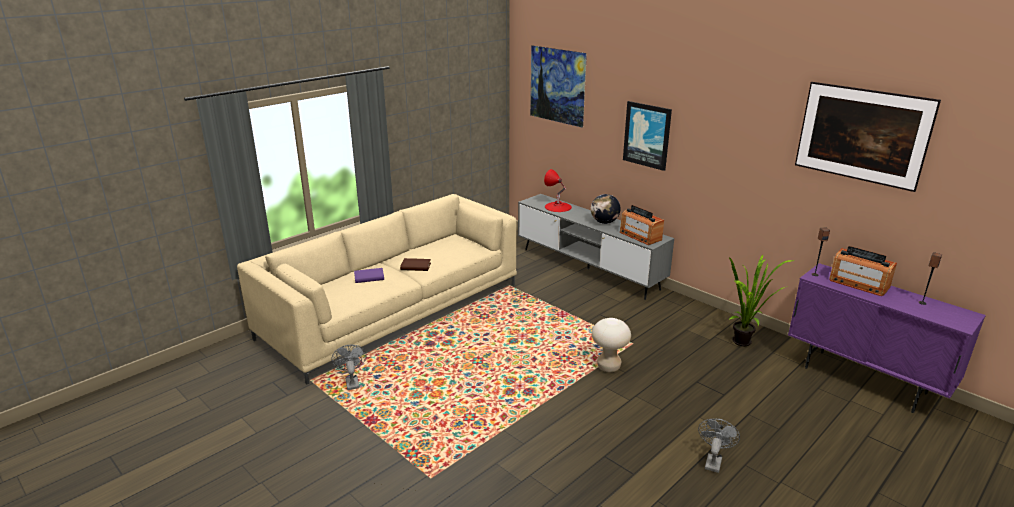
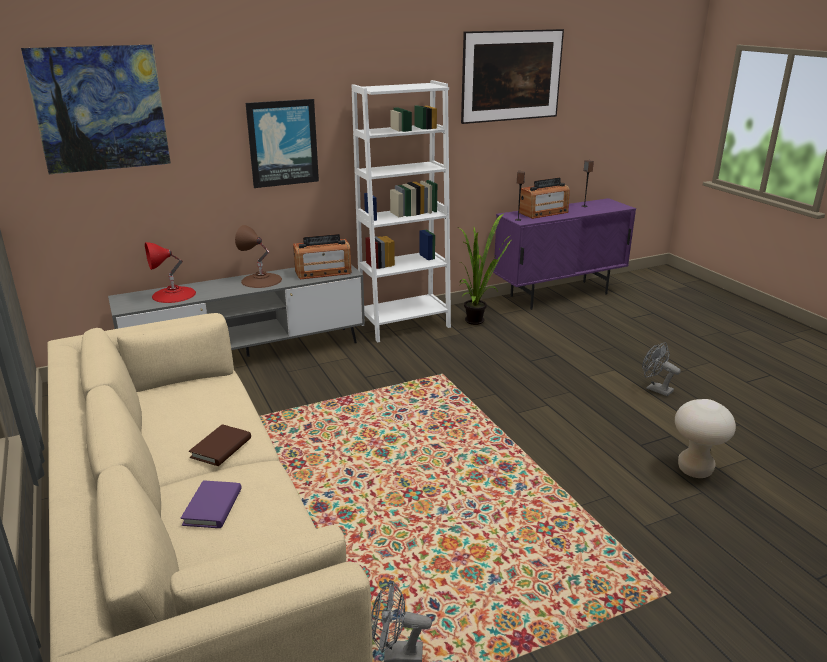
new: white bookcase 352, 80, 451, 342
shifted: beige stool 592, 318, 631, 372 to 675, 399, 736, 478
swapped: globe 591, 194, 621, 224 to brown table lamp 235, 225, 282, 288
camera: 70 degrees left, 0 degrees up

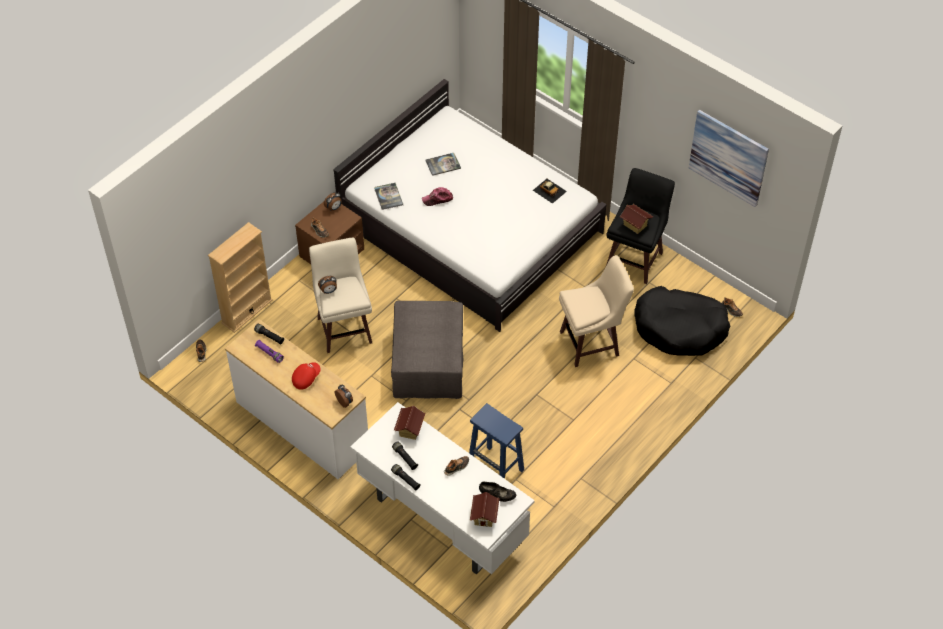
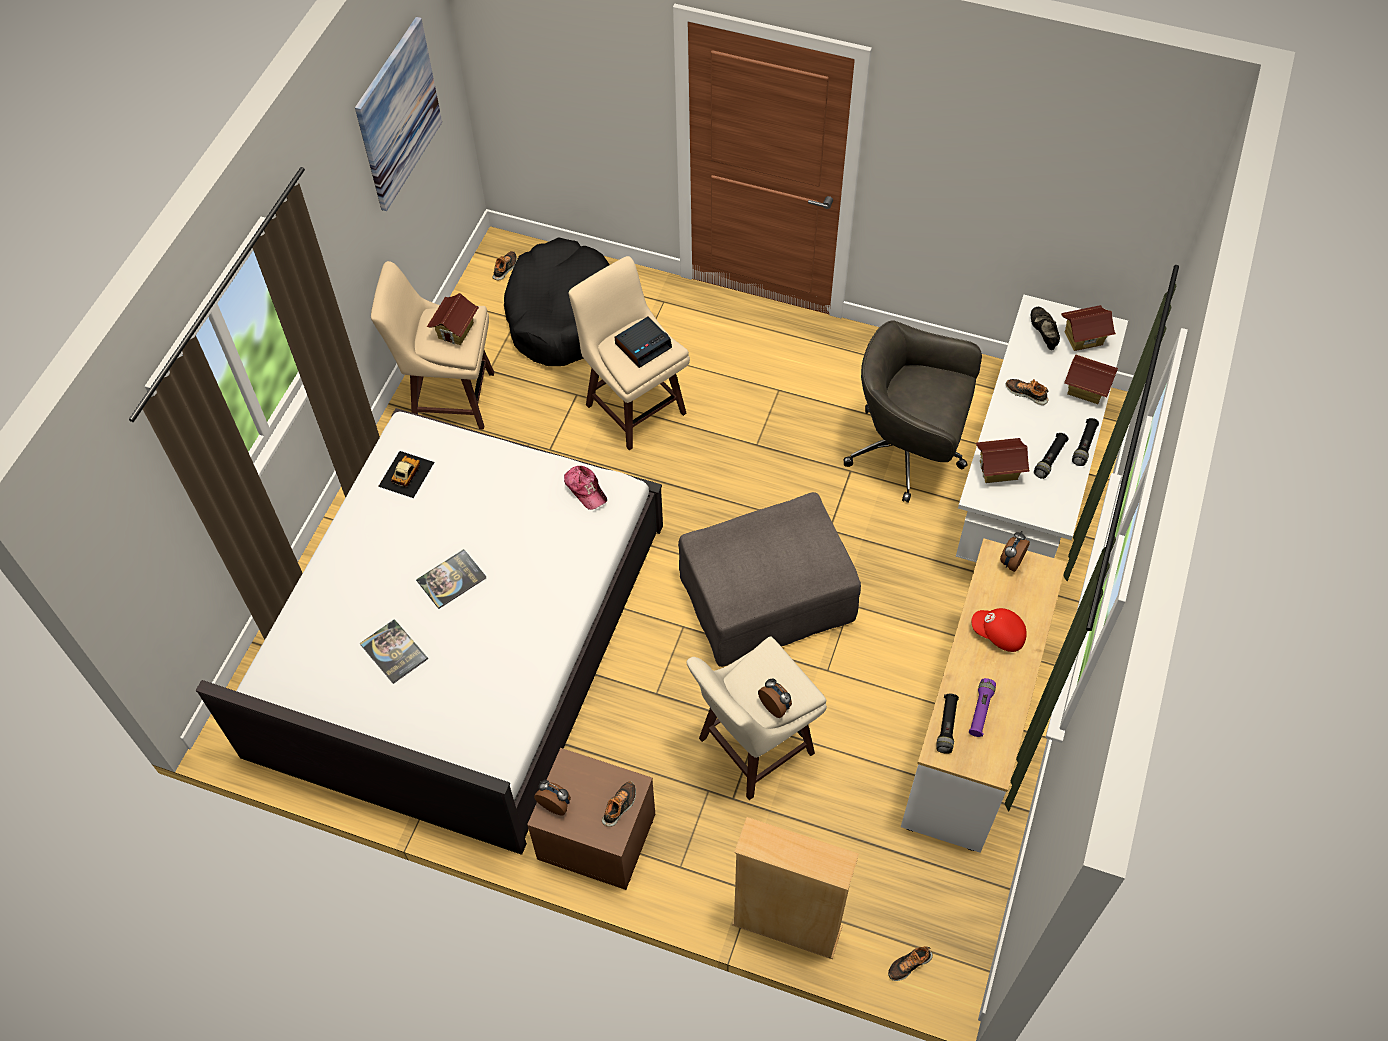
new: alarm clock 614, 317, 672, 368; toy house 1064, 354, 1118, 404
shifted: book 374, 183, 403, 210 to 416, 549, 486, 609; cap 422, 187, 453, 206 to 564, 466, 607, 510
swapped: blue stool 469, 403, 524, 479 to grey office chair 843, 320, 982, 503
repainted: black stool 606, 168, 675, 284 to beige stool 371, 261, 494, 429
camera: 110 degrees left, 5 degrees up

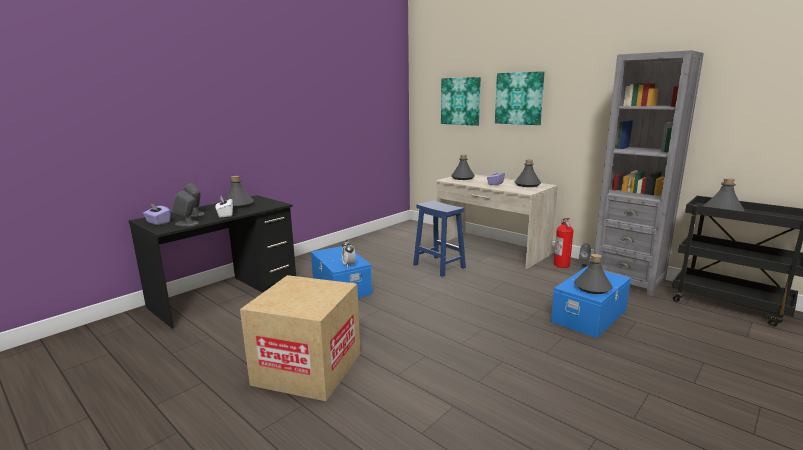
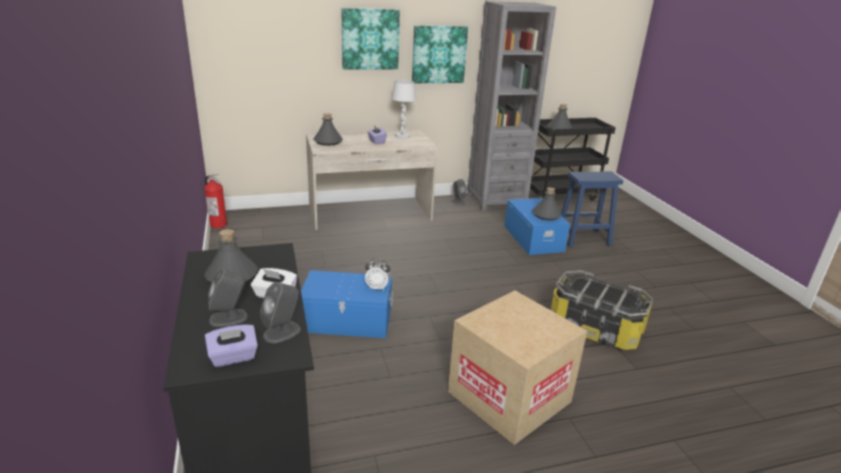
new: storage box 550, 270, 653, 350
shifted: fire extinguisher 554, 218, 573, 268 to 204, 174, 227, 228; picture 441, 77, 481, 126 to 412, 25, 468, 83; blue stool 413, 200, 466, 277 to 561, 171, 623, 247
swapped: grey bottle 515, 160, 541, 187 to white table lamp 392, 80, 416, 138
camera: 60 degrees left, 10 degrees up

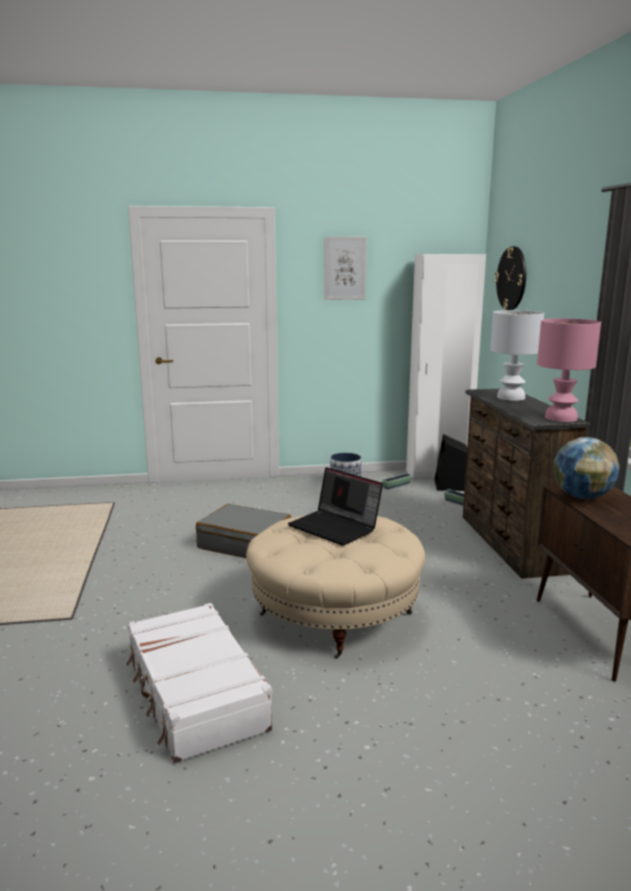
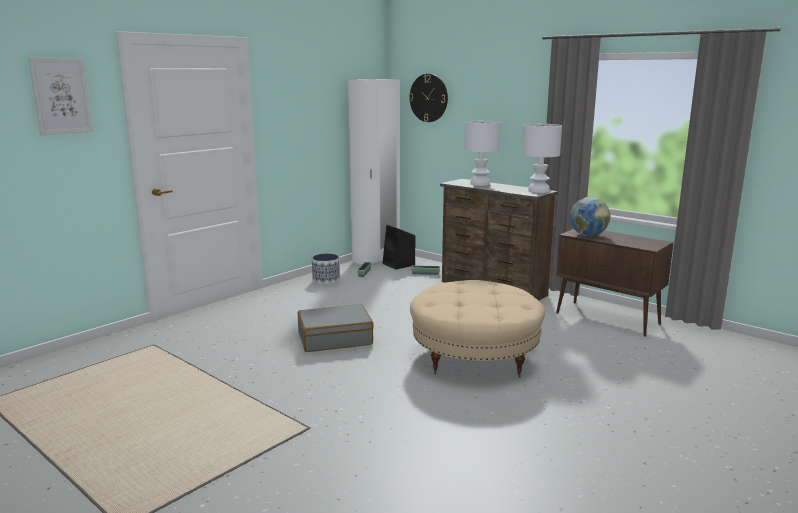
gone: white suitcase 126, 603, 273, 763; laptop 288, 467, 383, 546
shifted: picture 324, 236, 367, 300 to 28, 58, 93, 135
repainted: pink table lamp 537, 318, 601, 422 to white table lamp 522, 124, 562, 193
camera: 40 degrees left, 0 degrees up

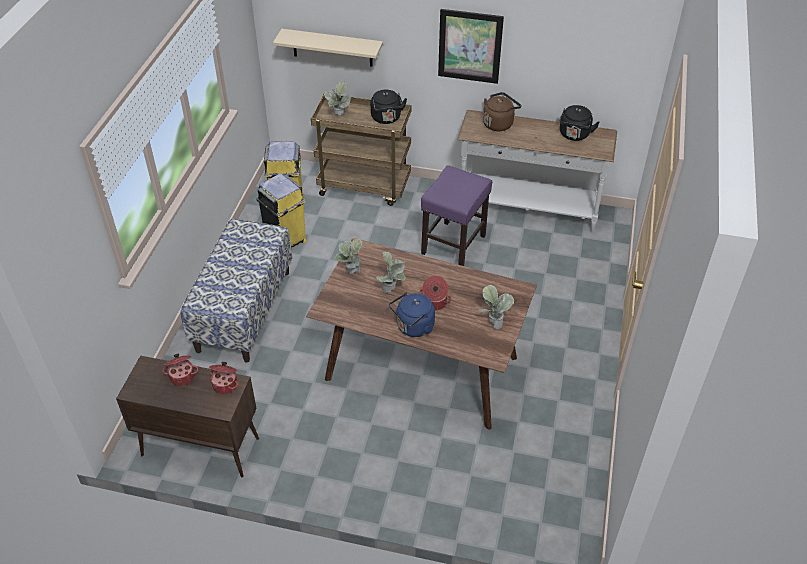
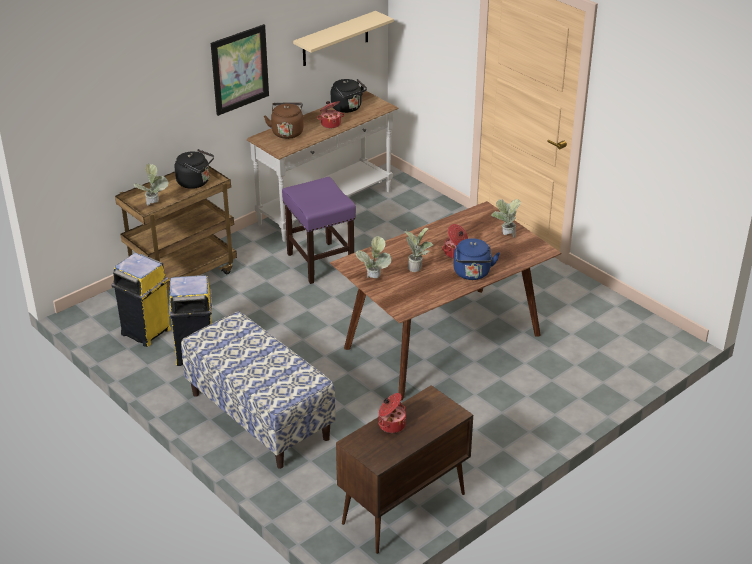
shifted: beige shelf 273, 29, 383, 67 to 293, 11, 394, 66; cooking pot 209, 362, 238, 394 to 317, 101, 344, 128
camera: 55 degrees left, 10 degrees down

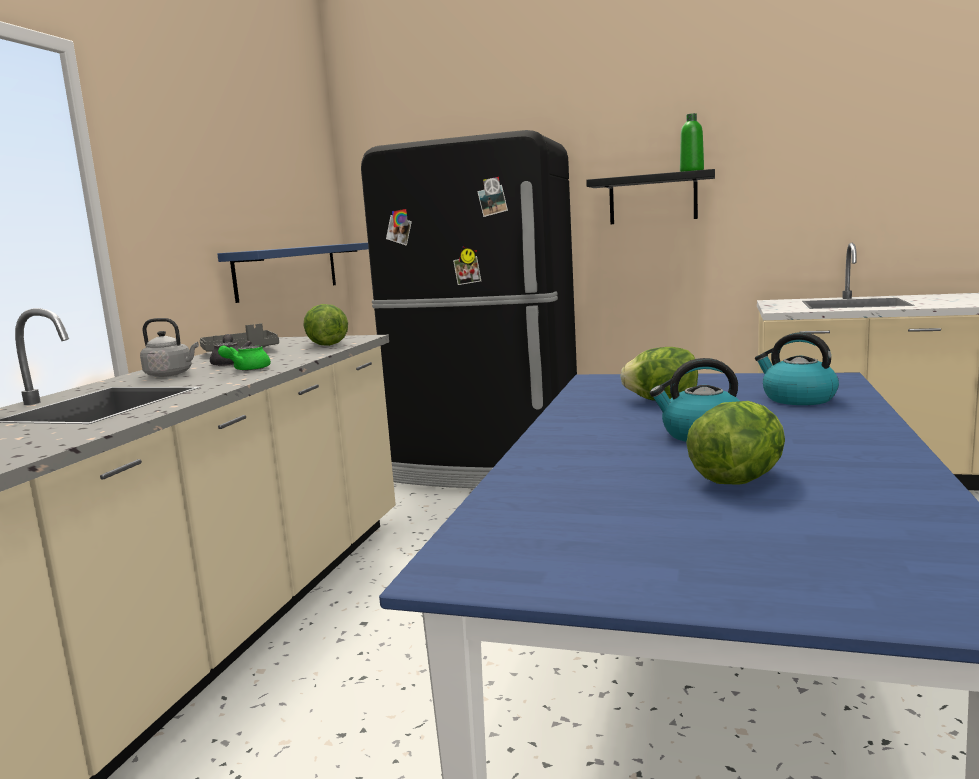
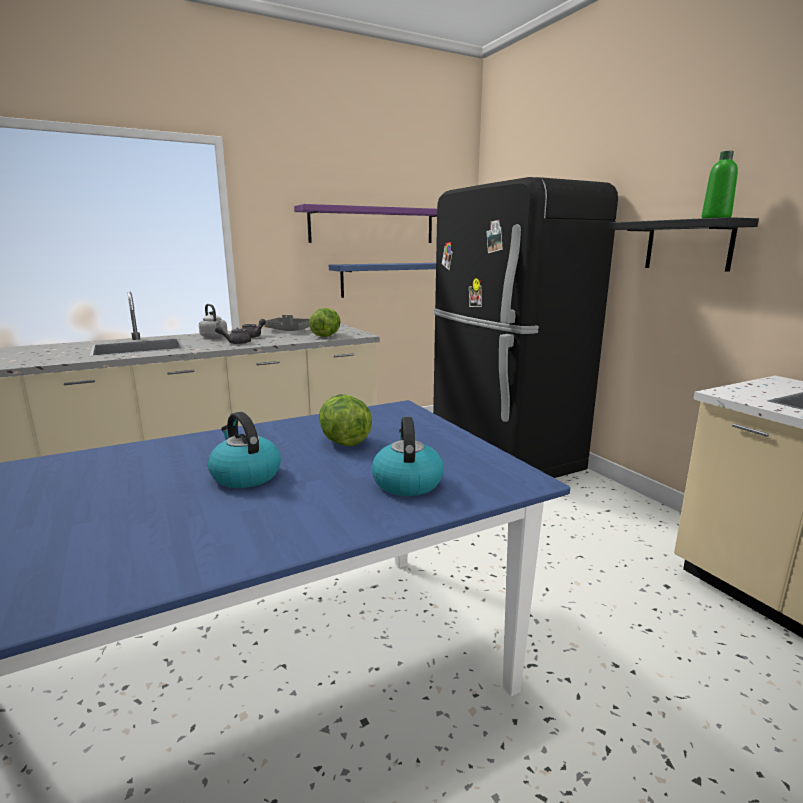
gone: lettuce 686, 401, 785, 485
new: purple shelf 294, 204, 437, 243
repainted: green teapot 218, 346, 271, 371 to grey teapot 215, 326, 251, 344
camera: 45 degrees right, 5 degrees up

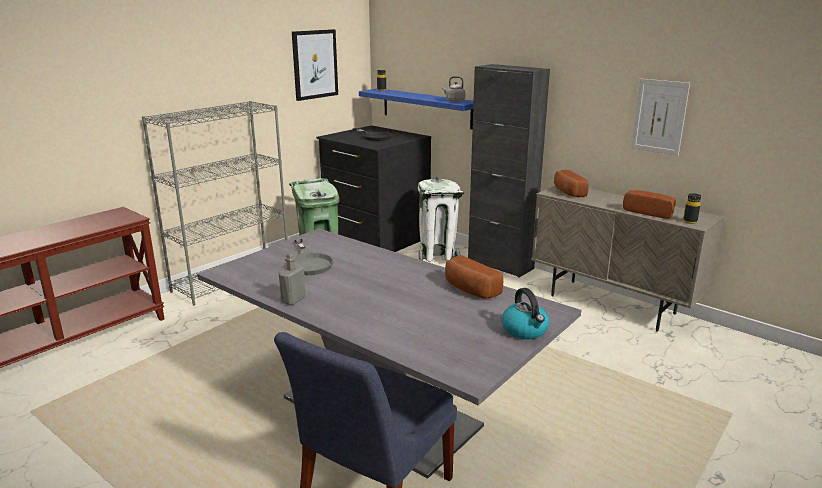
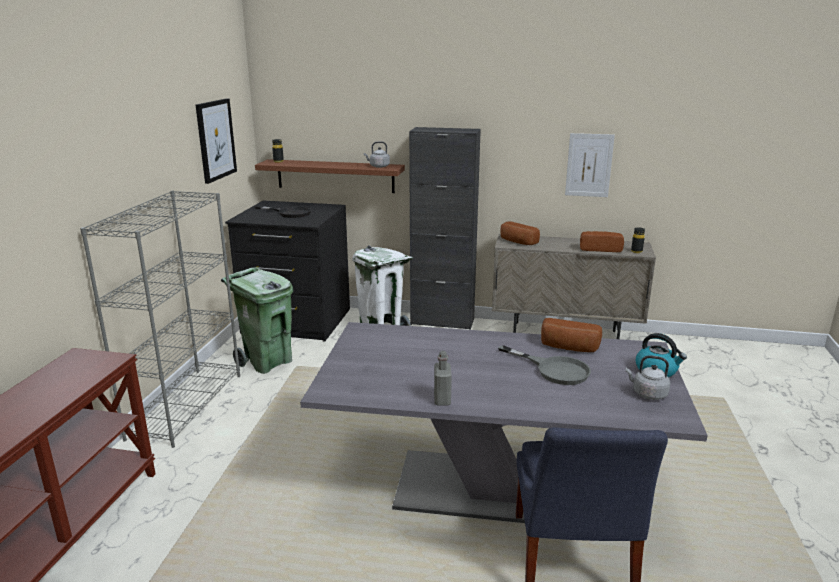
new: grey kettle 625, 355, 671, 400
shifted: grey frying pan 286, 238, 334, 275 to 498, 345, 591, 385
repainted: blue shelf 359, 89, 474, 129 to brown shelf 255, 159, 405, 193
camera: 30 degrees left, 0 degrees up

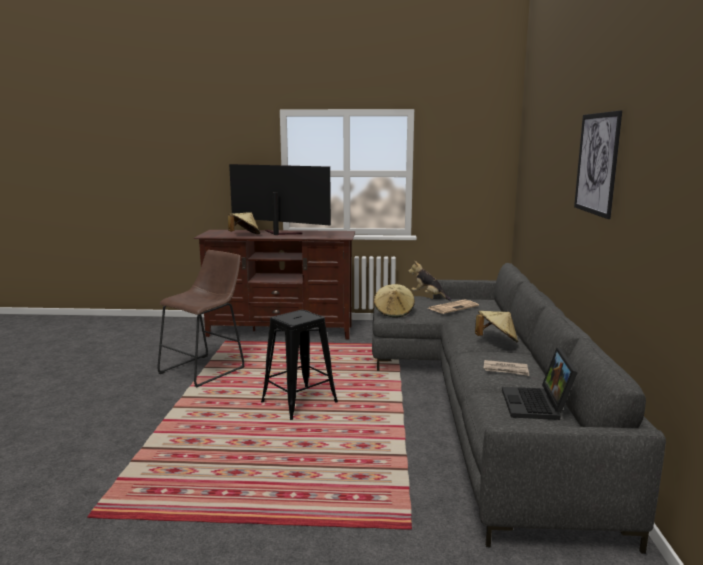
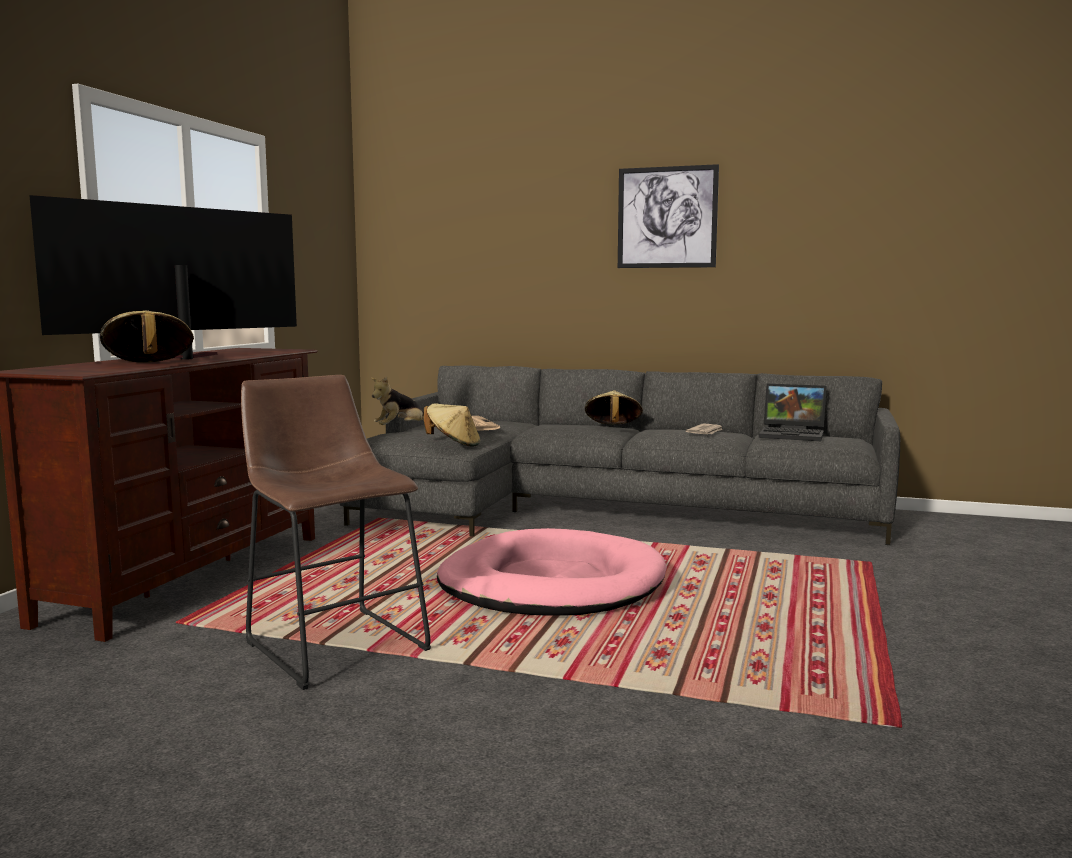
swapped: black stool 261, 310, 338, 420 to pink dog bed 437, 528, 667, 616
camera: 75 degrees left, 5 degrees down

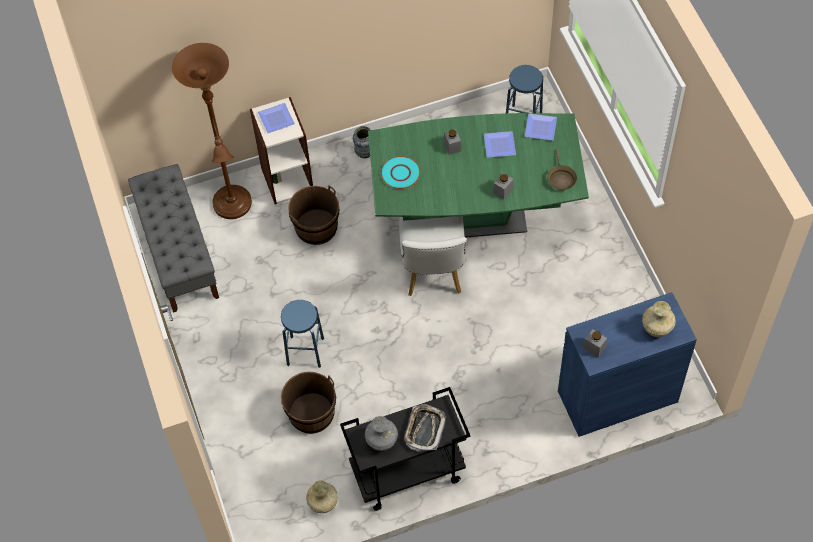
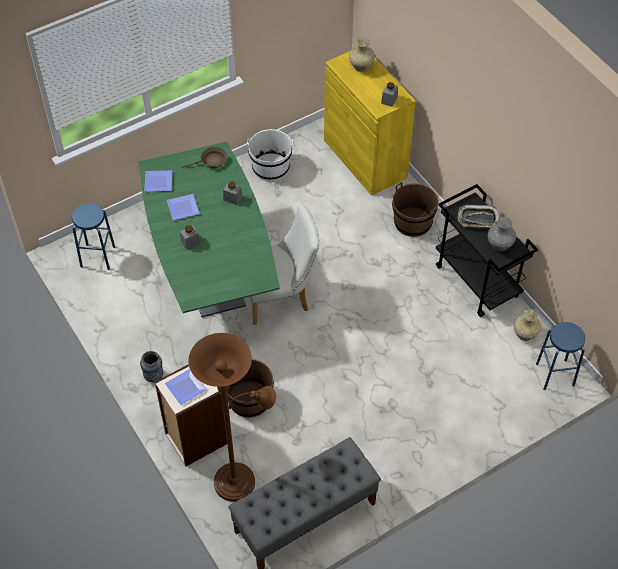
gone: turquoise plate 381, 156, 420, 189
new: white bucket 247, 129, 293, 181
shifted: brown bucket 281, 372, 336, 434 to 392, 182, 439, 237; blue stool 281, 300, 324, 368 to 536, 322, 585, 390
repainted: blue cabinet 558, 292, 697, 437 to yellow cabinet 324, 51, 416, 196
camera: 105 degrees left, 5 degrees down

